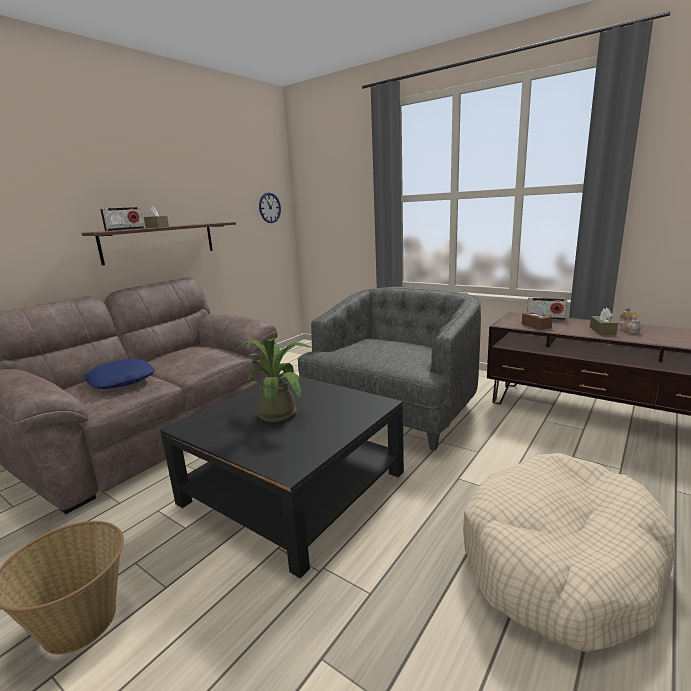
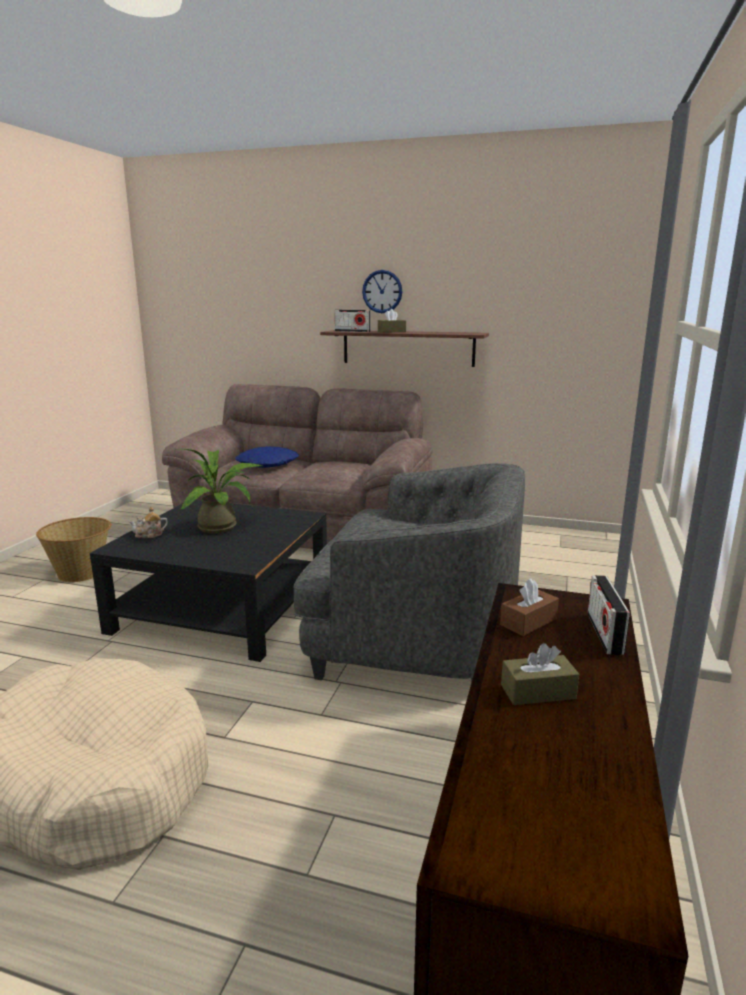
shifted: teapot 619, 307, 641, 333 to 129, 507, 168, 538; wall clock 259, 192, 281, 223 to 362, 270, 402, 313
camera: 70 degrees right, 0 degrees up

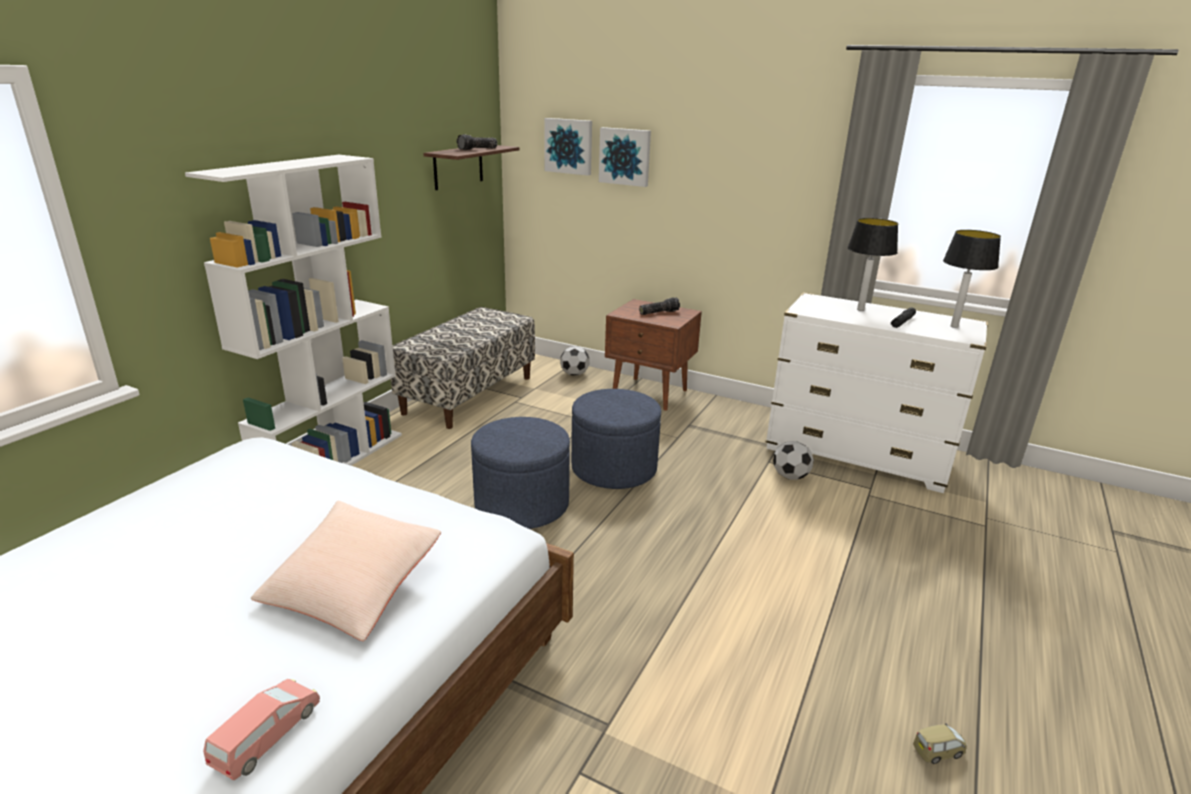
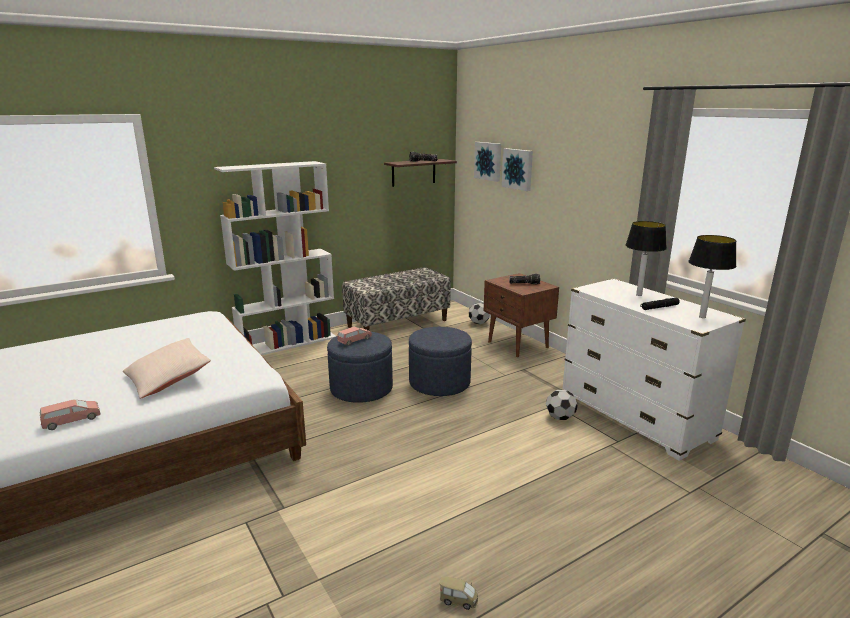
new: pink toy car 337, 327, 372, 346
camera: 30 degrees right, 5 degrees down

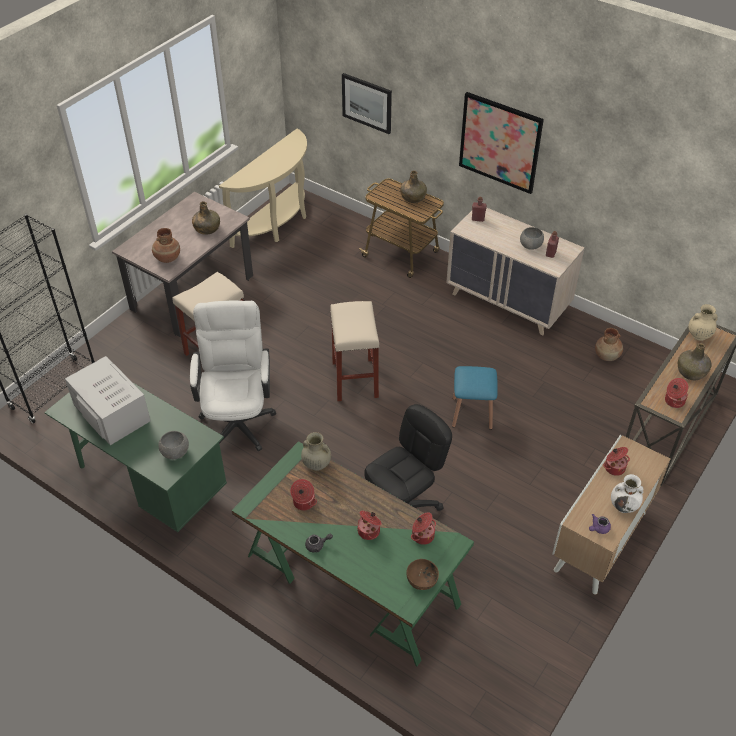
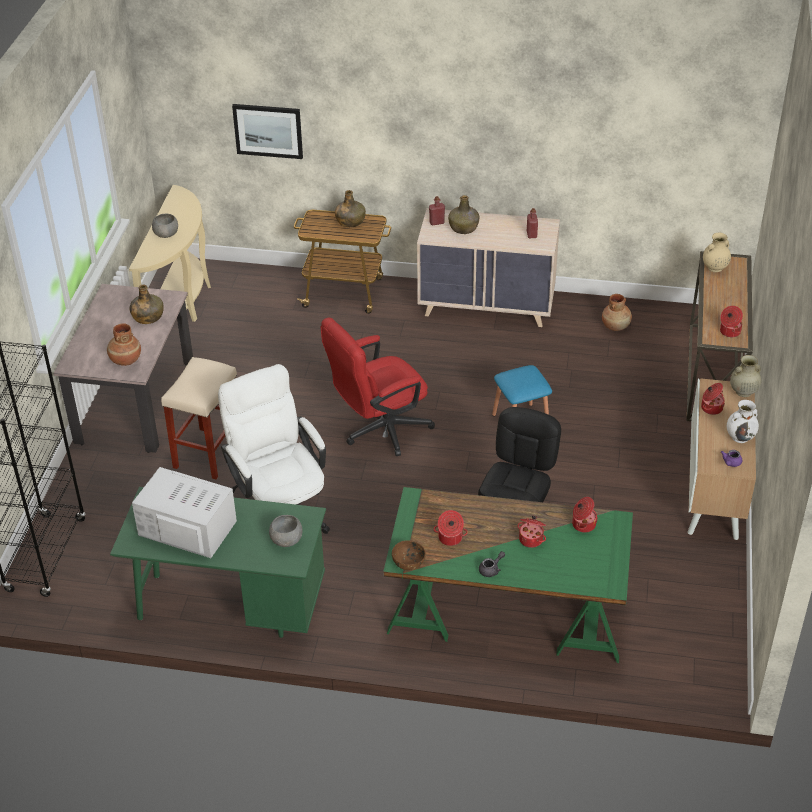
gone: picture 459, 92, 544, 194
shifted: grey bowl 520, 227, 544, 250 to 152, 214, 178, 238; brown bowl 406, 559, 439, 590 to 392, 540, 426, 570; green bottle 678, 343, 711, 380 to 448, 195, 479, 234; beige vase 301, 432, 331, 471 to 730, 355, 761, 397
swapped: beige stool 330, 301, 380, 401 to red office chair 321, 317, 435, 456
camera: 25 degrees left, 5 degrees down

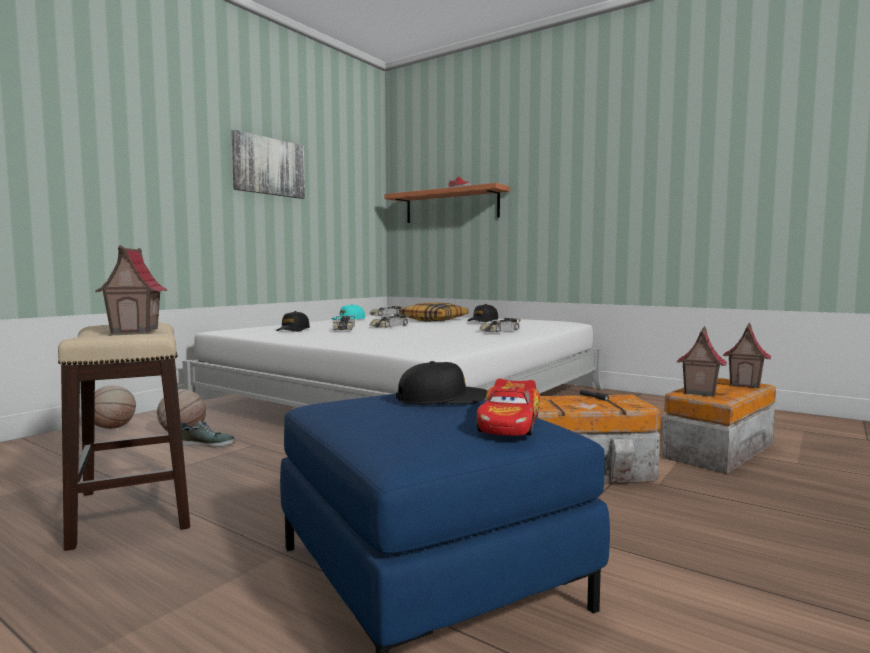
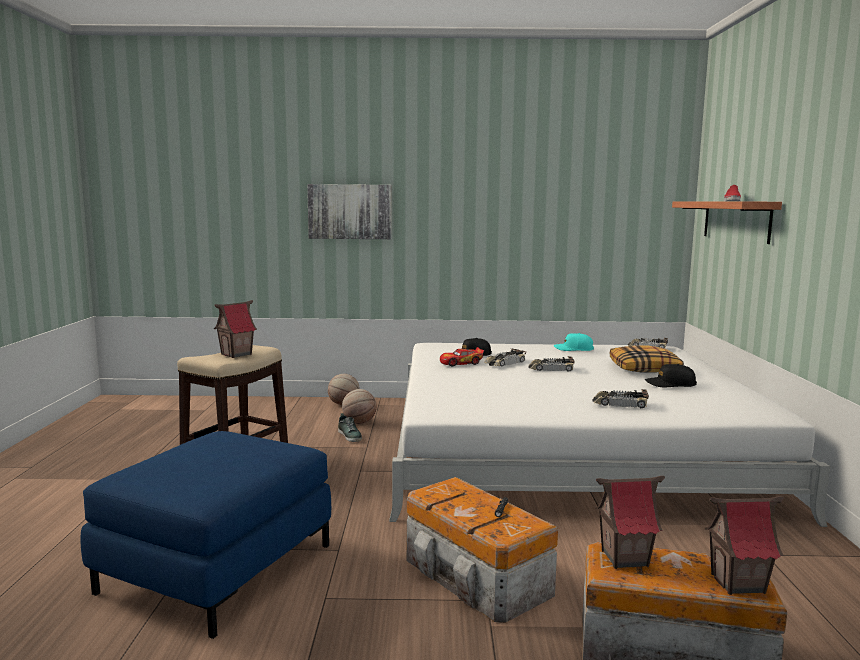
gone: black cap 396, 361, 487, 405
shifted: picture 231, 130, 305, 199 to 307, 184, 392, 239; toy car 477, 379, 540, 436 to 440, 347, 484, 367
camera: 55 degrees right, 5 degrees up

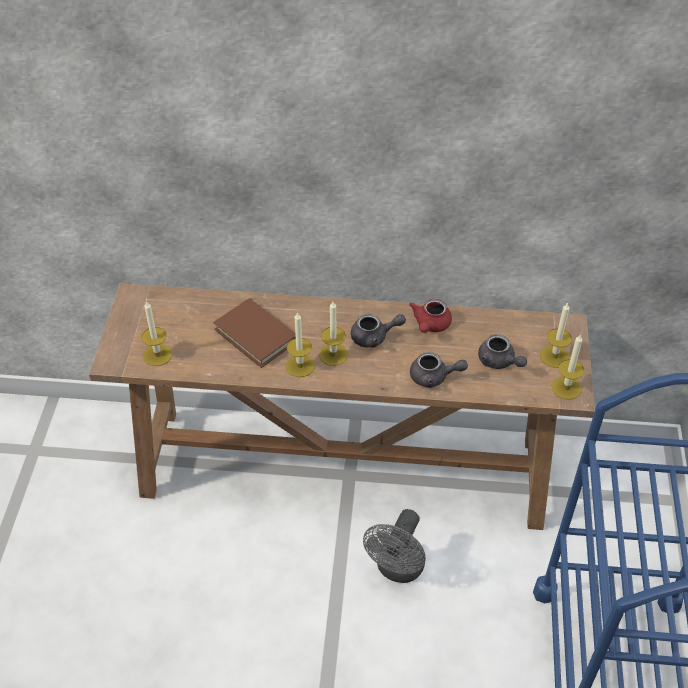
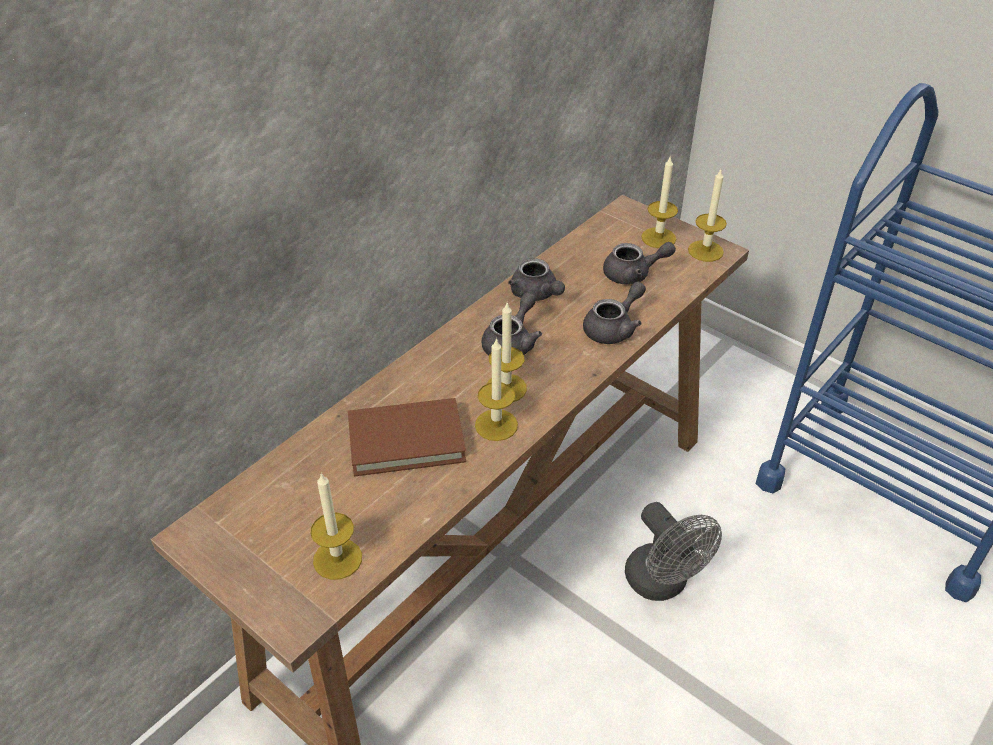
repainted: red teapot 409, 299, 452, 333 to grey teapot 508, 258, 565, 301
camera: 55 degrees left, 5 degrees down

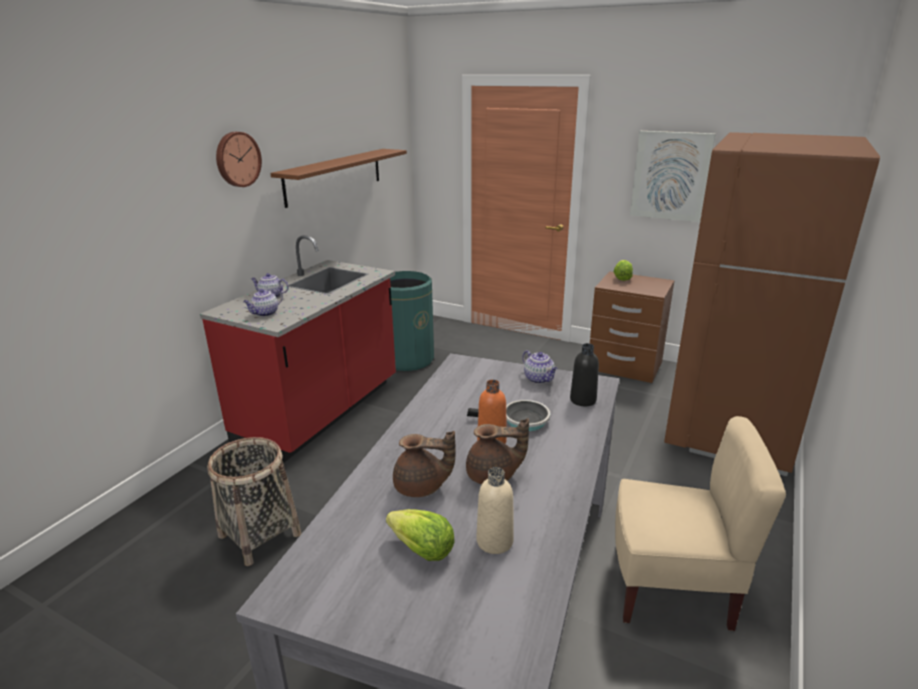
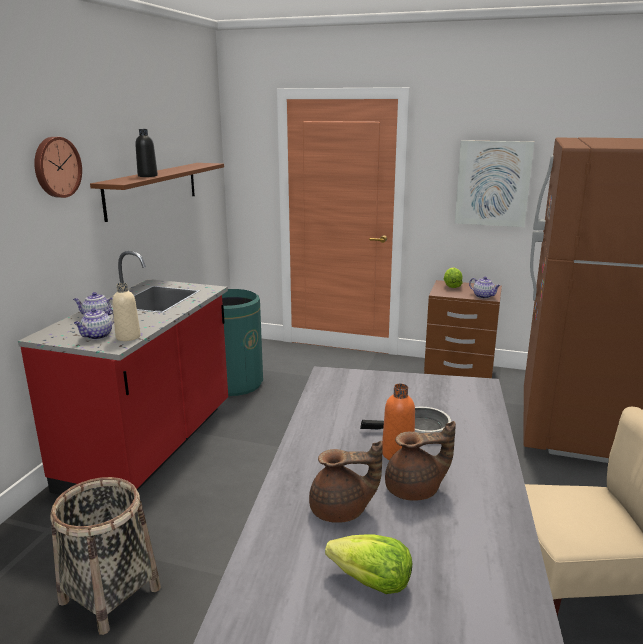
shifted: beige bottle 477, 467, 514, 554 to 112, 283, 141, 341; black bottle 570, 343, 599, 406 to 135, 129, 158, 177; teapot 523, 350, 558, 384 to 469, 277, 501, 299
camera: 10 degrees left, 5 degrees down

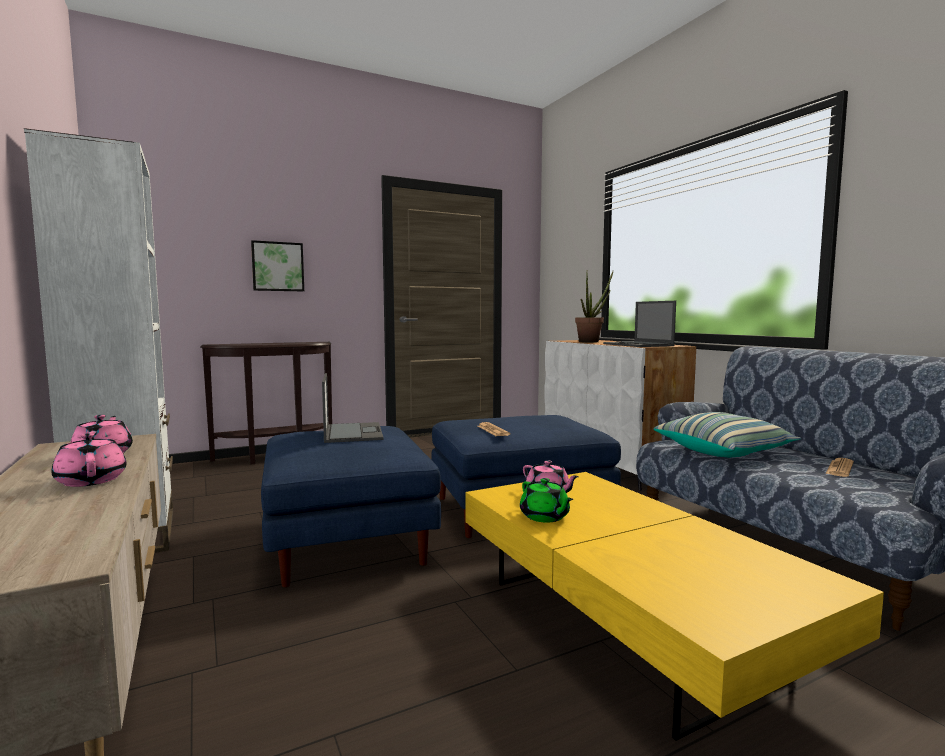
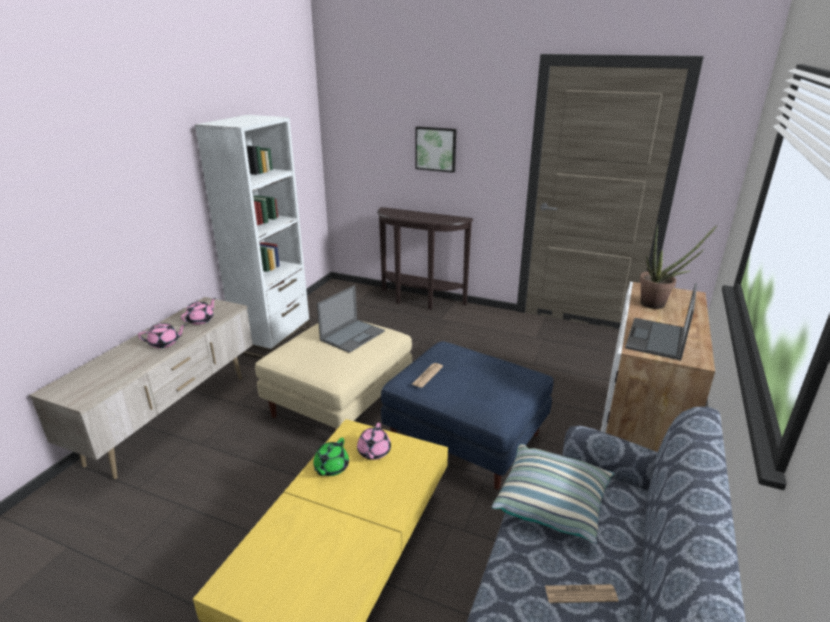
repainted: blue ottoman 261, 426, 441, 587 to beige ottoman 255, 321, 412, 431
rotated: pink teapot 51, 433, 126, 487 = 138, 323, 186, 348 60 degrees clockwise
camera: 50 degrees right, 20 degrees up

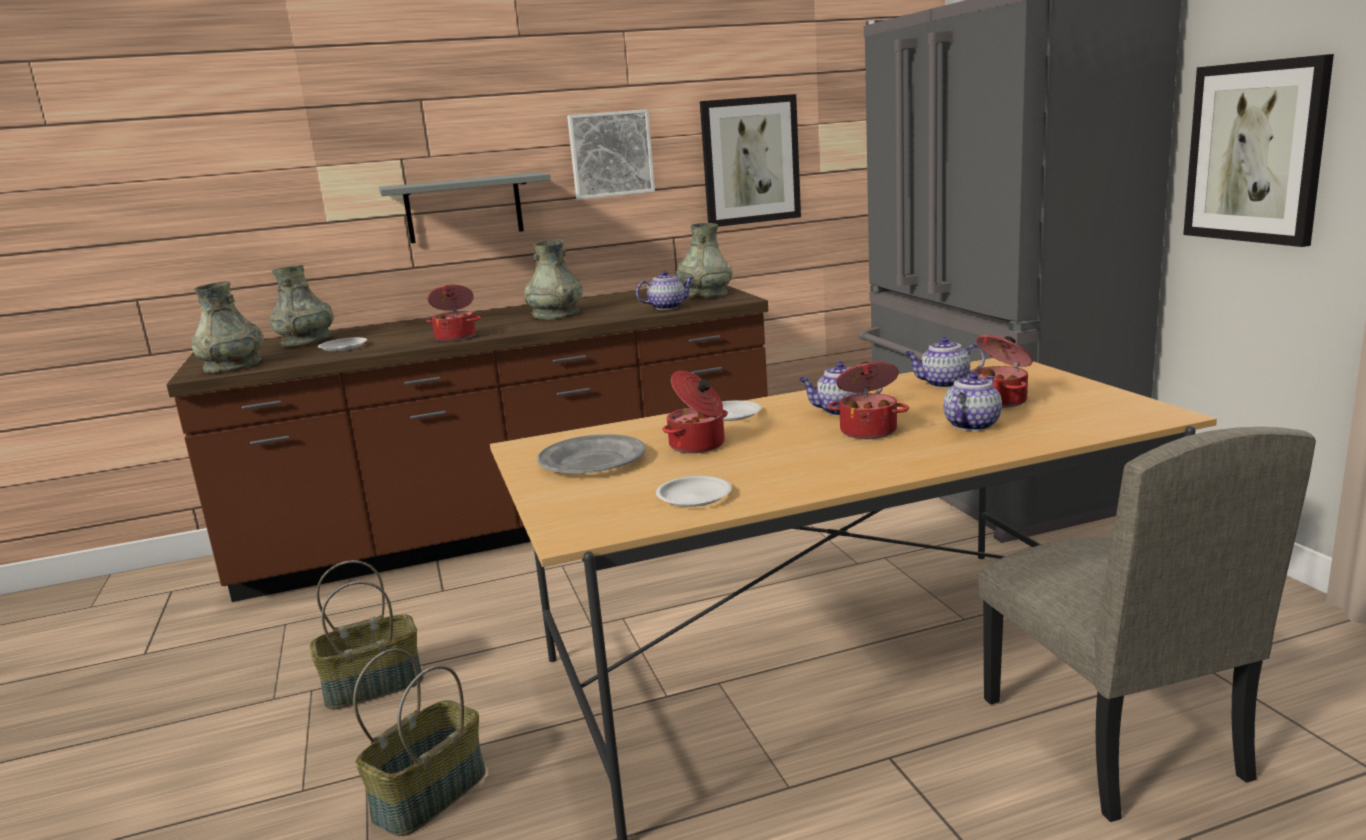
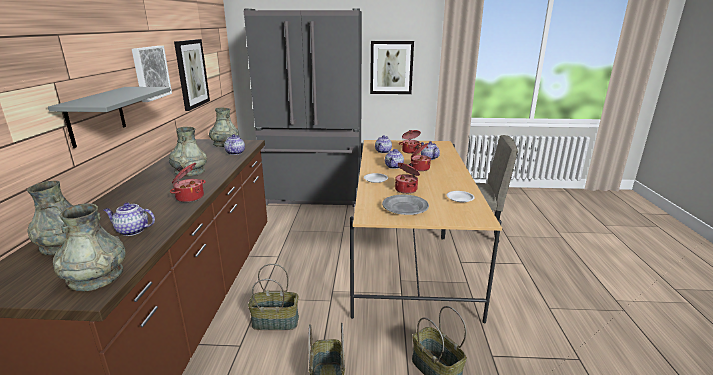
new: basket 248, 264, 299, 330
swapped: white plate 318, 337, 367, 351 to teapot 104, 202, 155, 236
camera: 70 degrees left, 5 degrees up

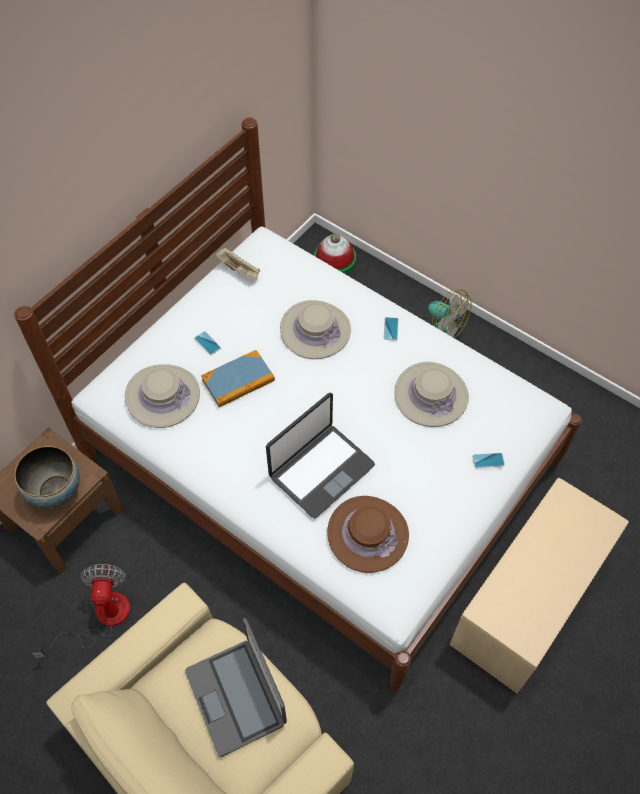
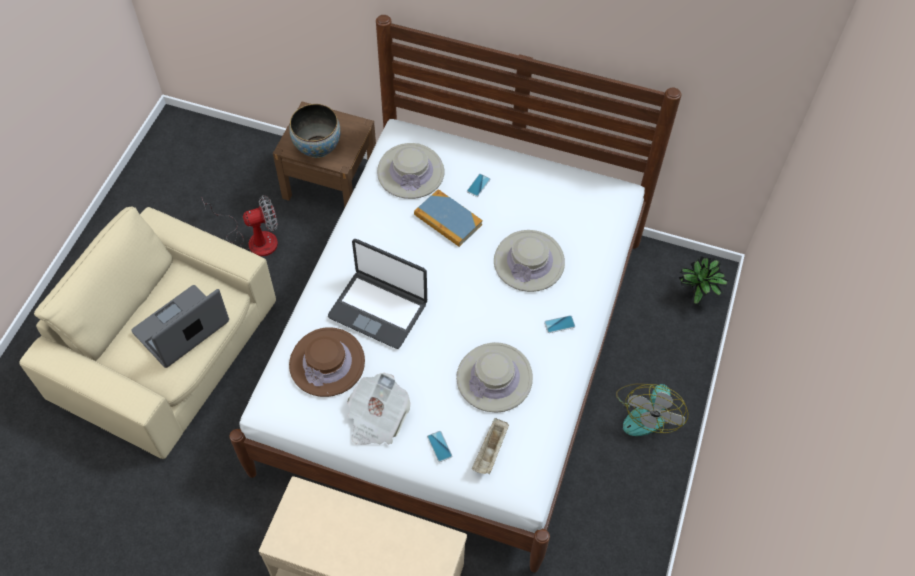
new: newspaper 347, 373, 410, 445
shifted: beige tray 215, 247, 260, 281 to 472, 418, 509, 474
swapped: hat 314, 233, 356, 274 to potted plant 678, 256, 728, 306
camera: 70 degrees right, 0 degrees up

